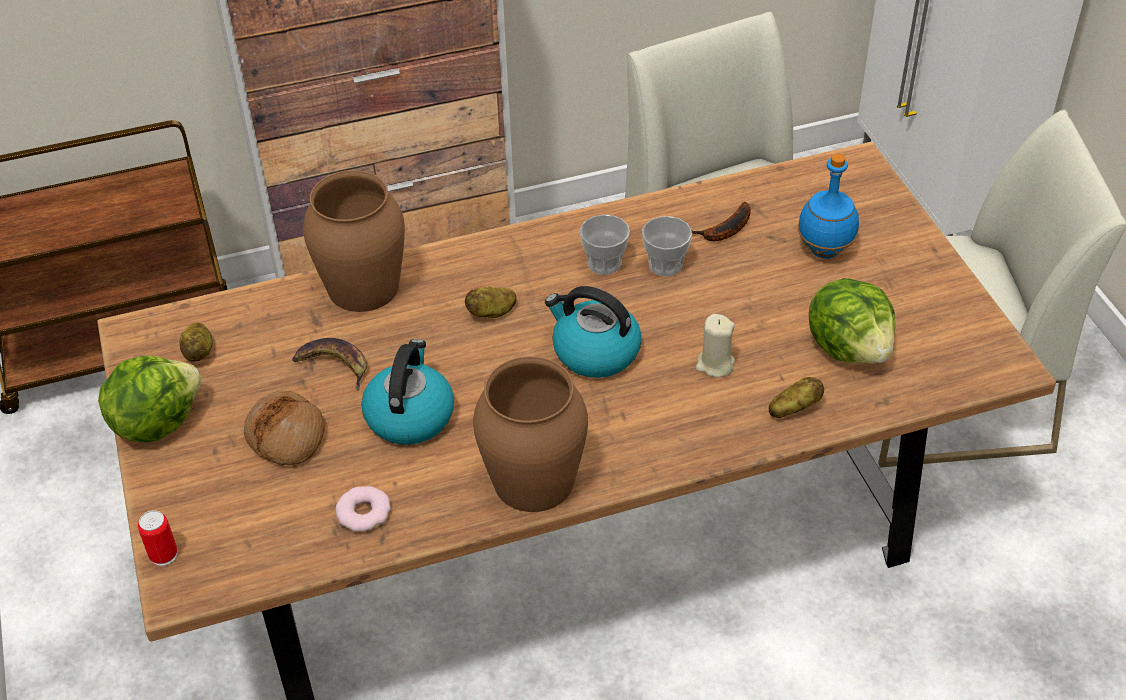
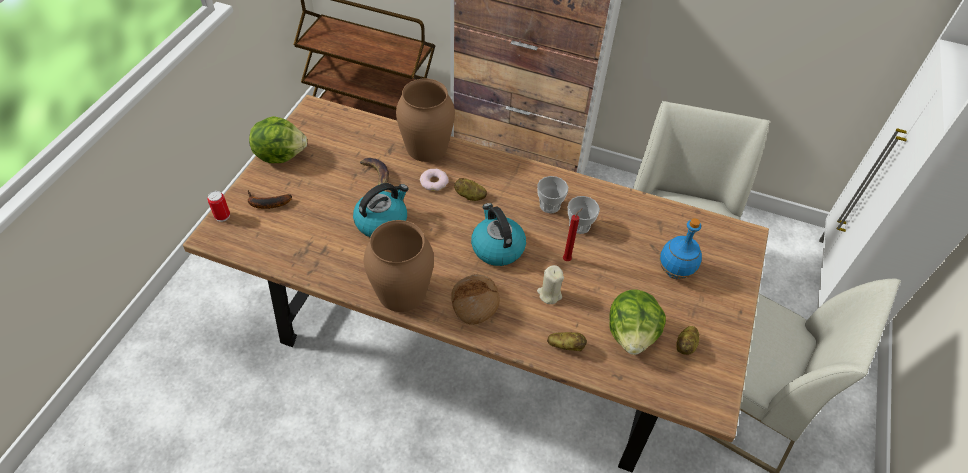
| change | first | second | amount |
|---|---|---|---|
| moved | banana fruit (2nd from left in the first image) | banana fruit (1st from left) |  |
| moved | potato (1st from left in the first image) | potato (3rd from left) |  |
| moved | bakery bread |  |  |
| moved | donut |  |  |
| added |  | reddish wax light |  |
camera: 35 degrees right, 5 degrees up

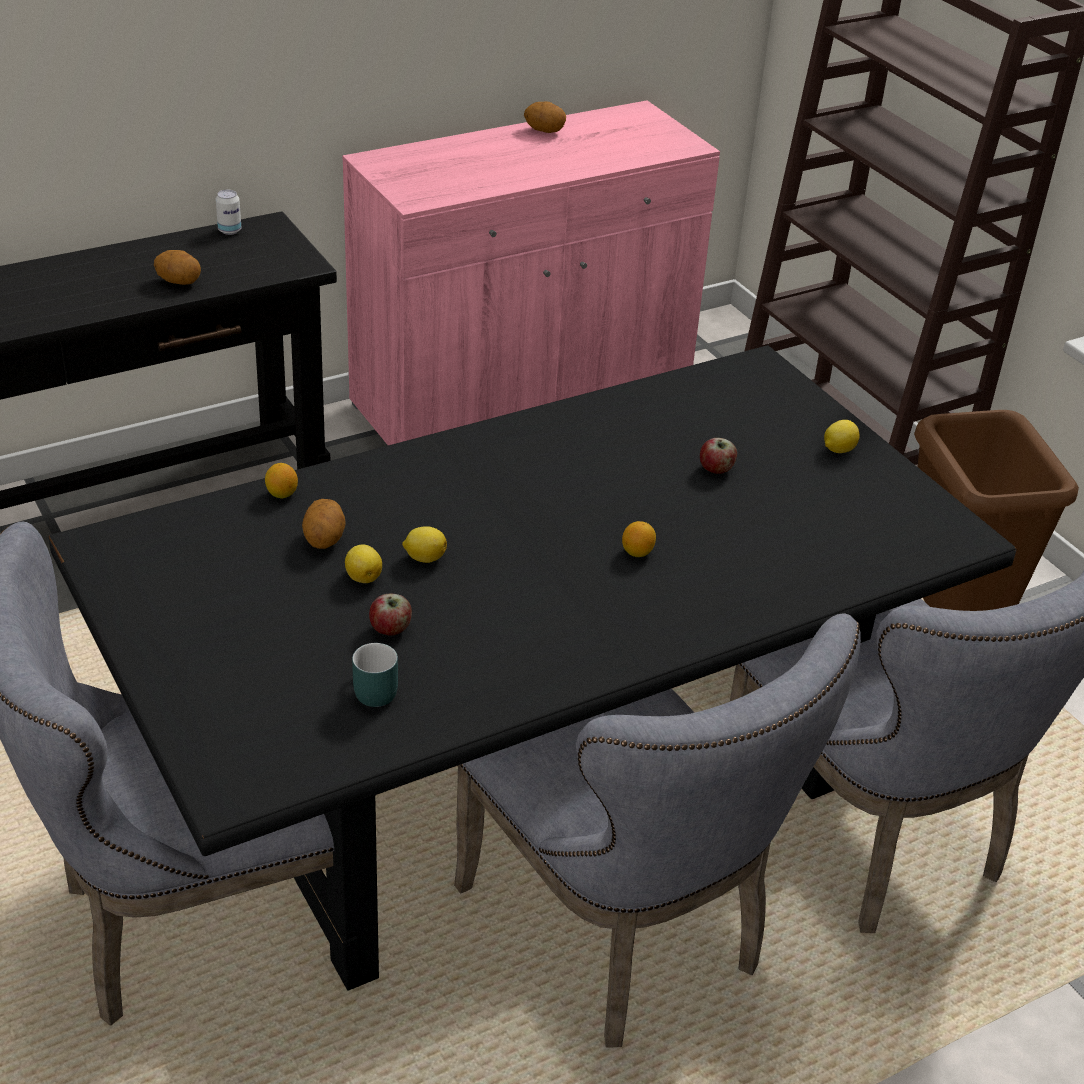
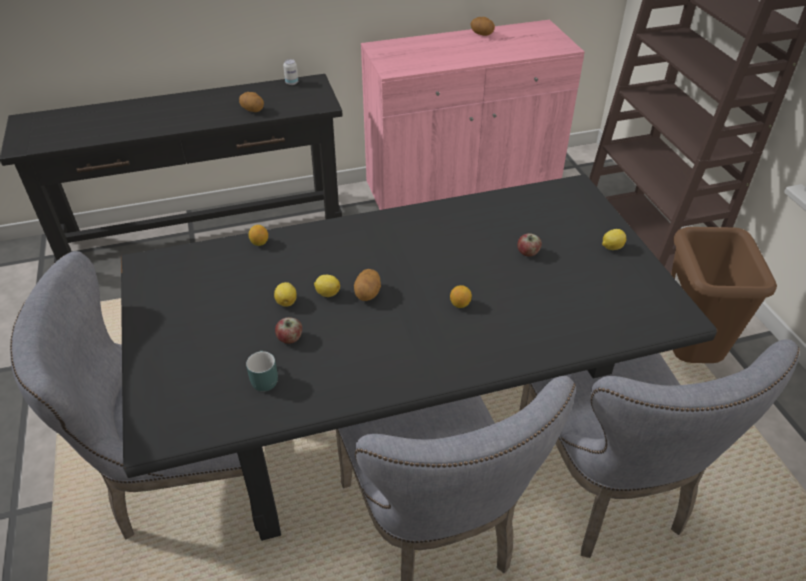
| change | first | second | amount |
|---|---|---|---|
| moved | potato (2nd from left) |  |  |
camera: 15 degrees right, 5 degrees up

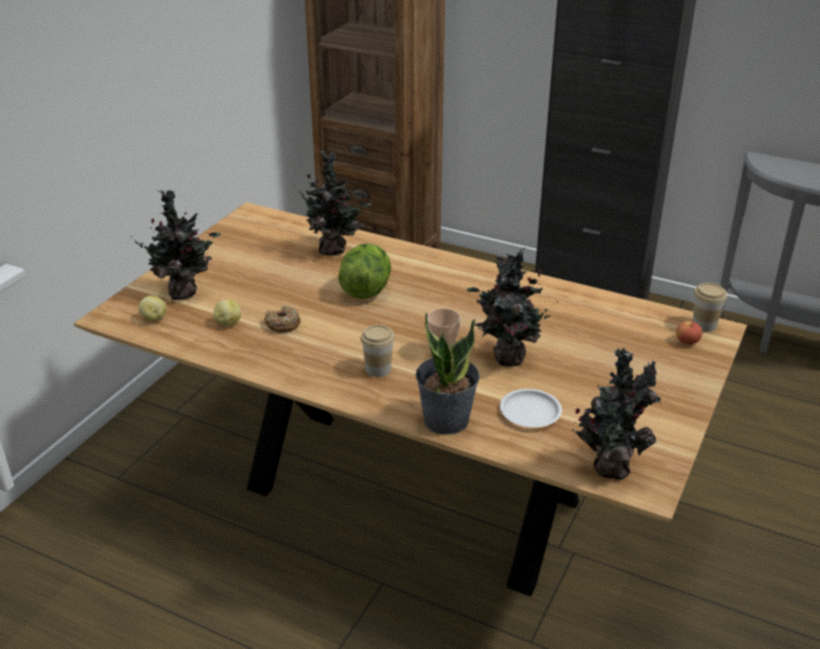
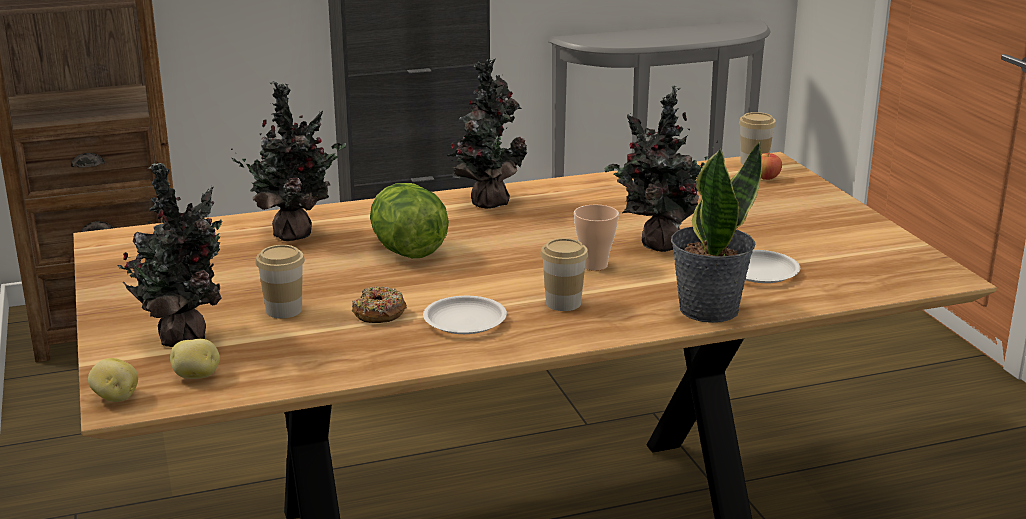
| change | first | second | amount |
|---|---|---|---|
| moved | potato (2nd from left in the first image) | potato (1st from left) |  |
| moved | houseplant (5th from left in the first image) | houseplant (3rd from left) |  |
| added |  | drinking cup (1st from left) |  |
| added |  | white-coloured plate (1st from left) |  |
camera: 45 degrees left, 10 degrees down

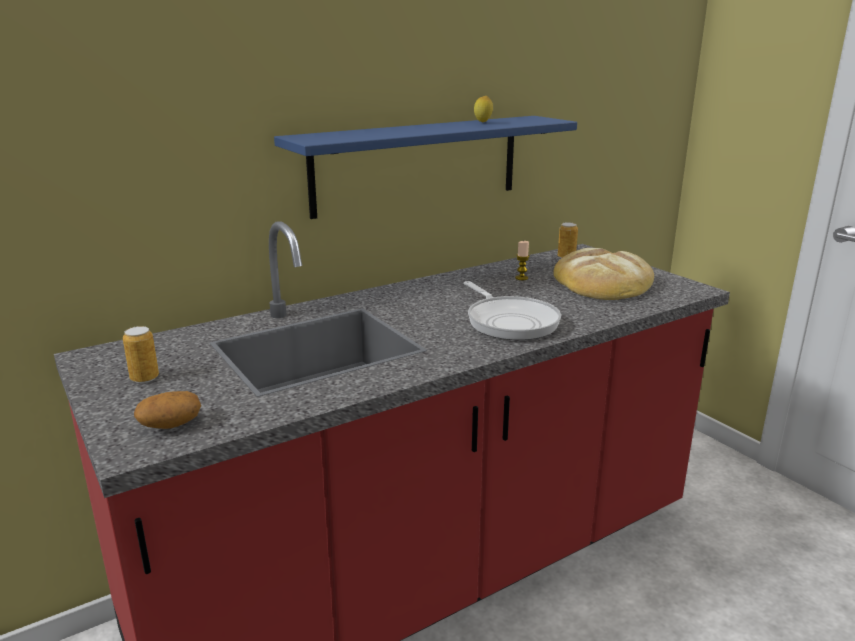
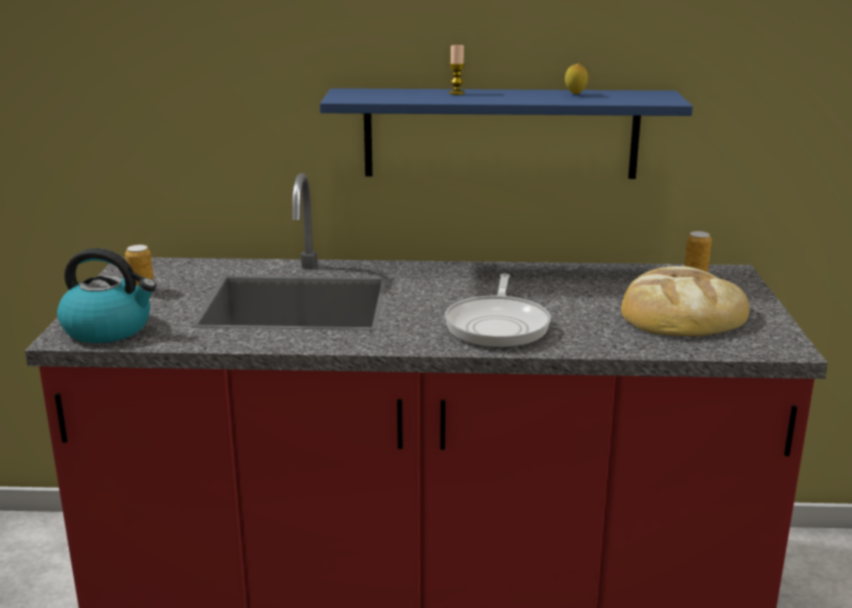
| change | first | second | amount |
|---|---|---|---|
| moved | wax light |  |  |
| replaced | potato | tea kettle |  |
camera: 35 degrees right, 0 degrees up

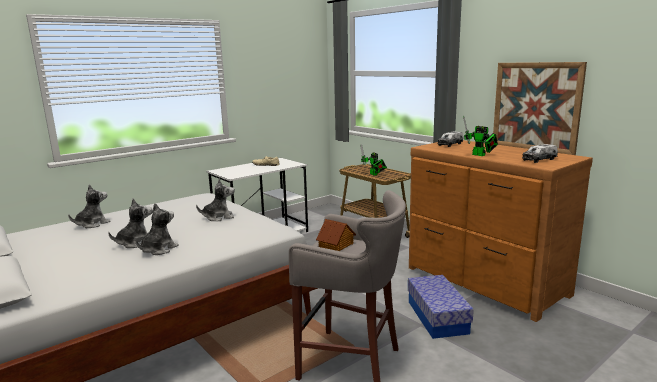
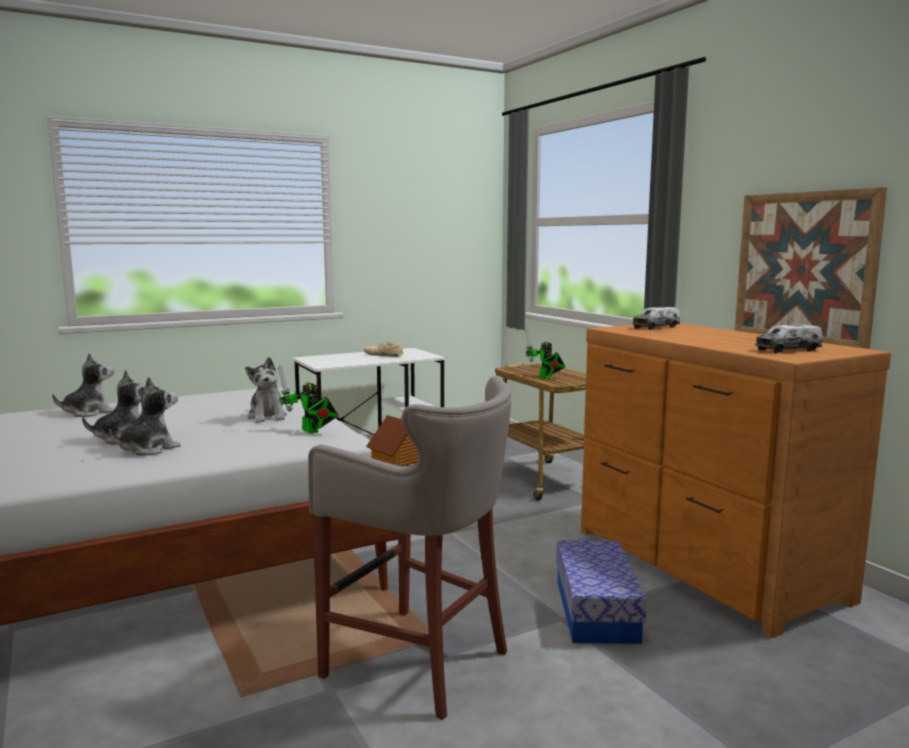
| change | first | second | amount |
|---|---|---|---|
| moved | toy robot (2nd from left in the first image) | toy robot (1st from left) |  |
| turned | plush toy (4th from left) |  | 75 degrees clockwise |
camera: 10 degrees right, 5 degrees down

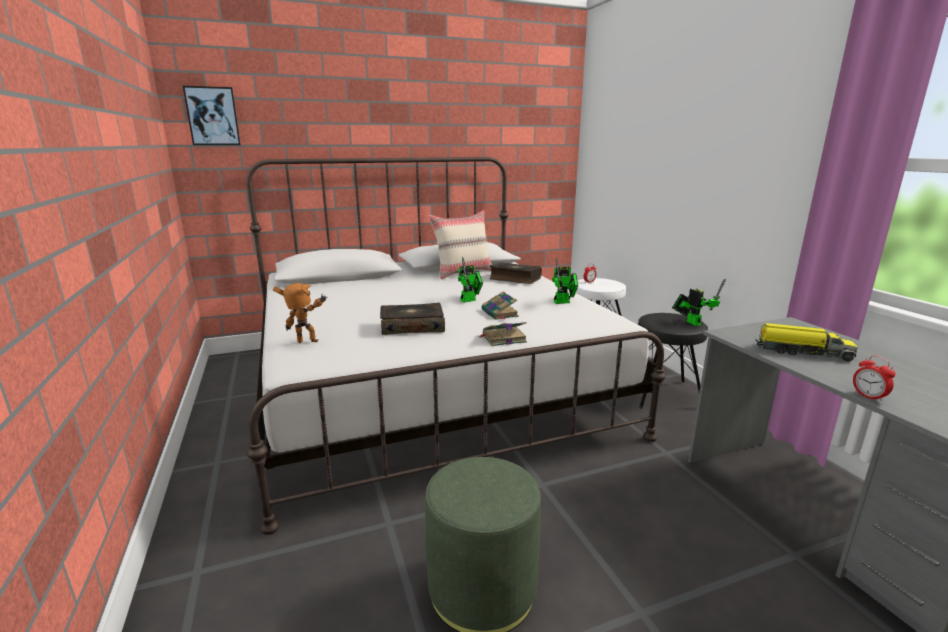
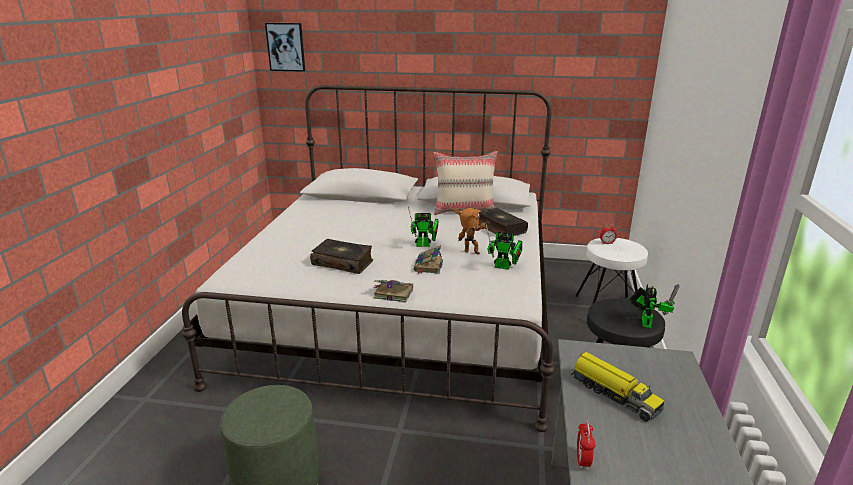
| change | first | second | amount |
|---|---|---|---|
| moved | toy robot (1st from left in the first image) | toy robot (2nd from left) |  |
camera: 30 degrees right, 5 degrees up

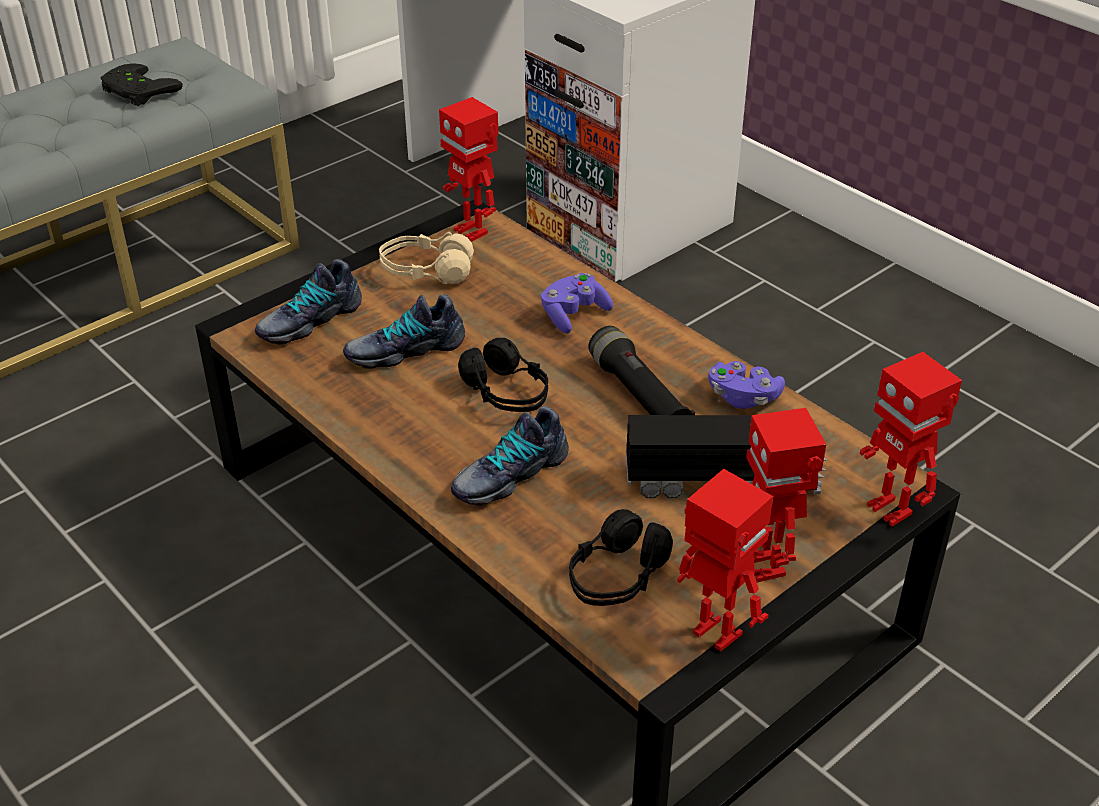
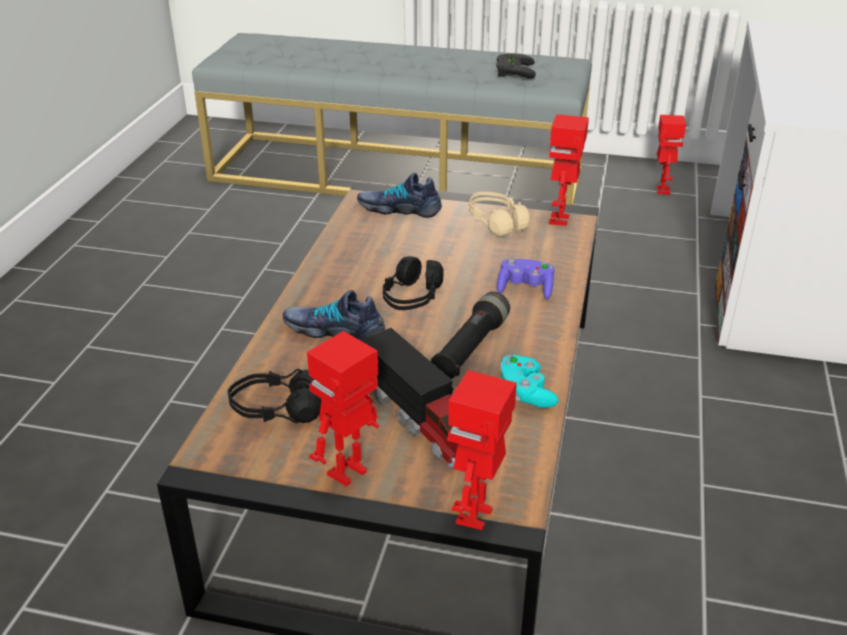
| change | first | second | amount |
|---|---|---|---|
| removed | shoe (2nd from left) |  |  |
| recoloured | purple-coloured gamepad (2nd from left) | turquoise gamepad |  |
| moved | toy robot (2nd from left in the first image) | toy robot (4th from left) |  |
camera: 55 degrees right, 5 degrees down

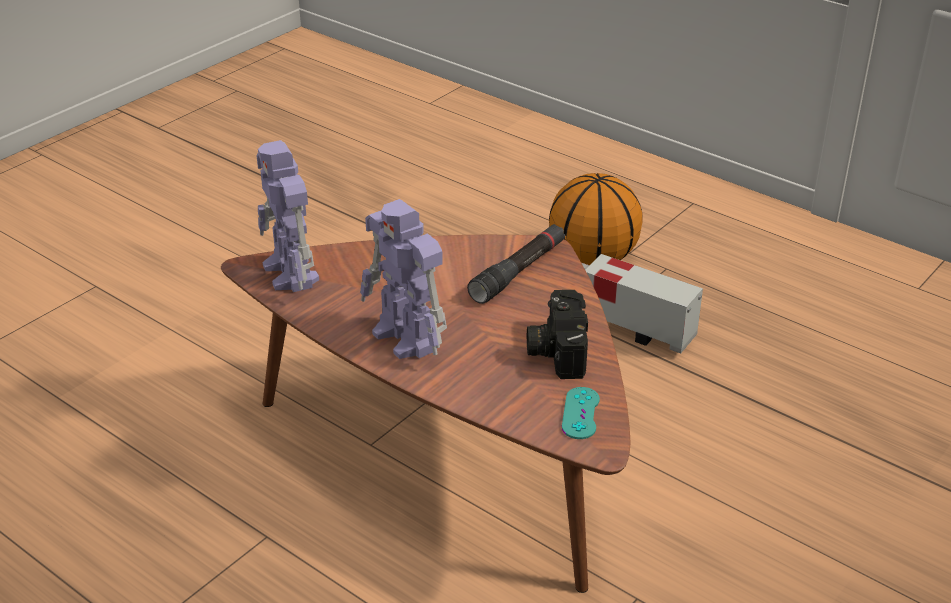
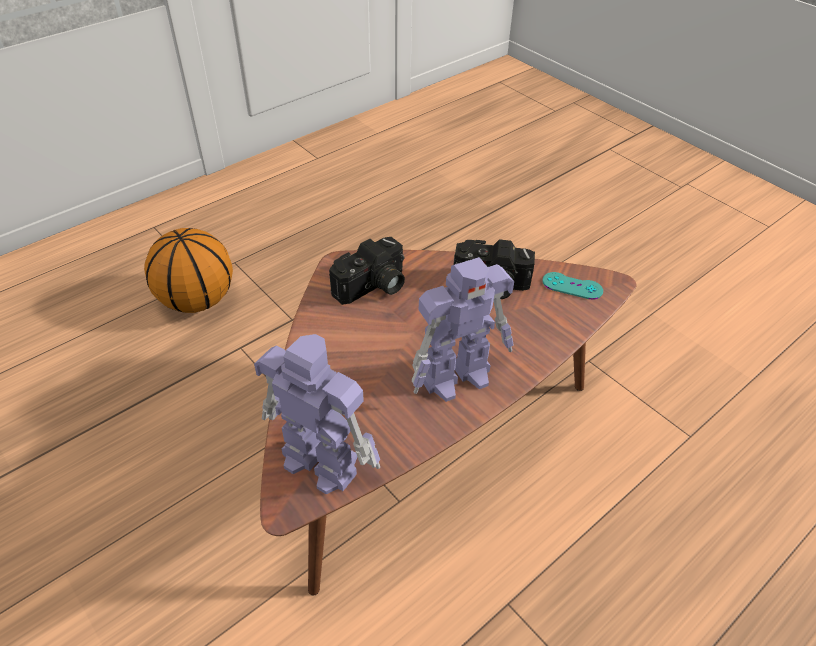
| change | first | second | amount |
|---|---|---|---|
| turned | toy robot (1st from left) |  | 135 degrees counterclockwise |
| replaced | black-coloured torch | still camera (1st from left) |  |
| removed | model truck |  |  |
camera: 80 degrees left, 10 degrees up

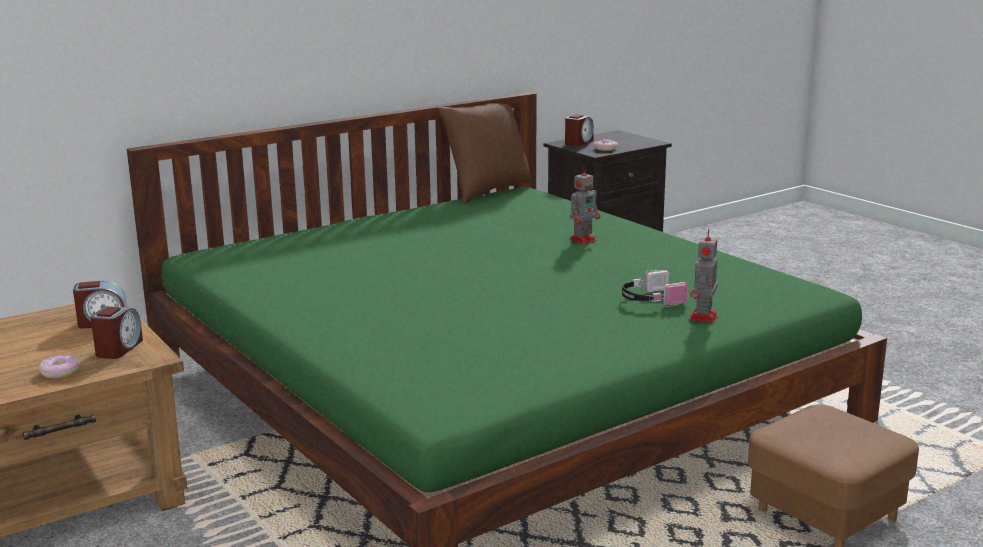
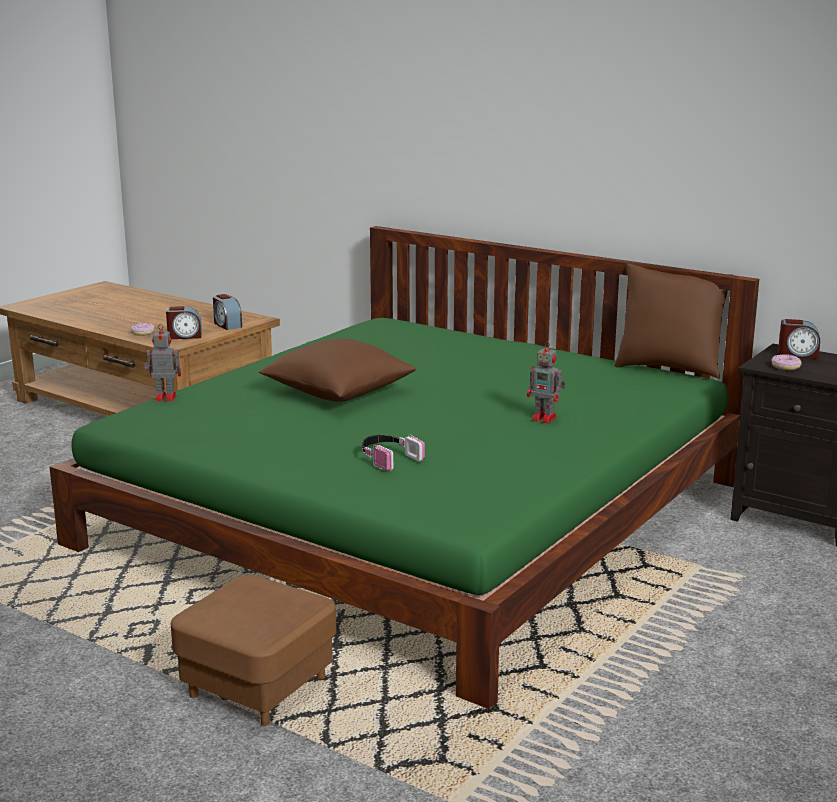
| change | first | second | amount |
|---|---|---|---|
| moved | toy robot (2nd from left in the first image) | toy robot (1st from left) |  |
| added |  | brown cushion (1st from left) |  |
camera: 70 degrees right, 0 degrees up

